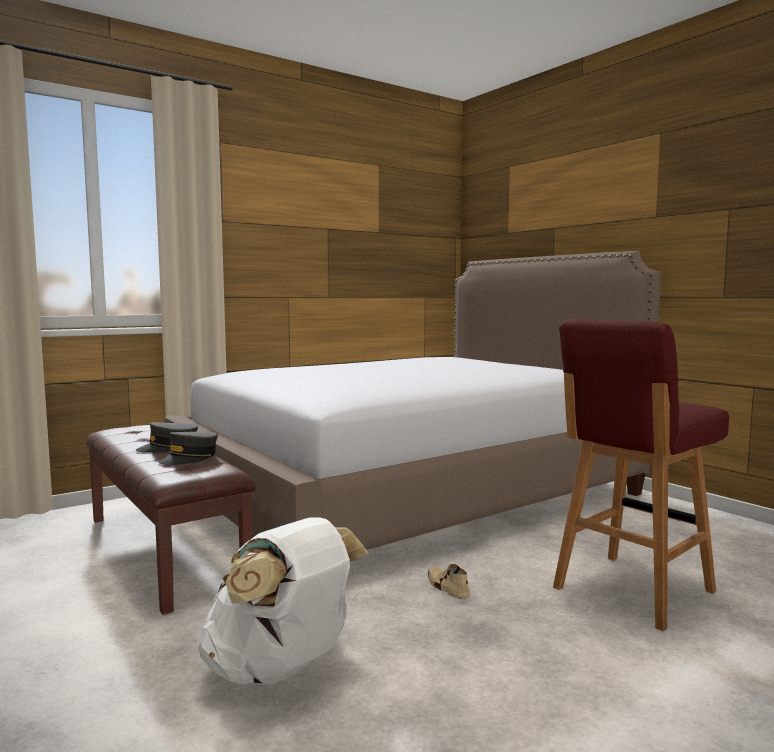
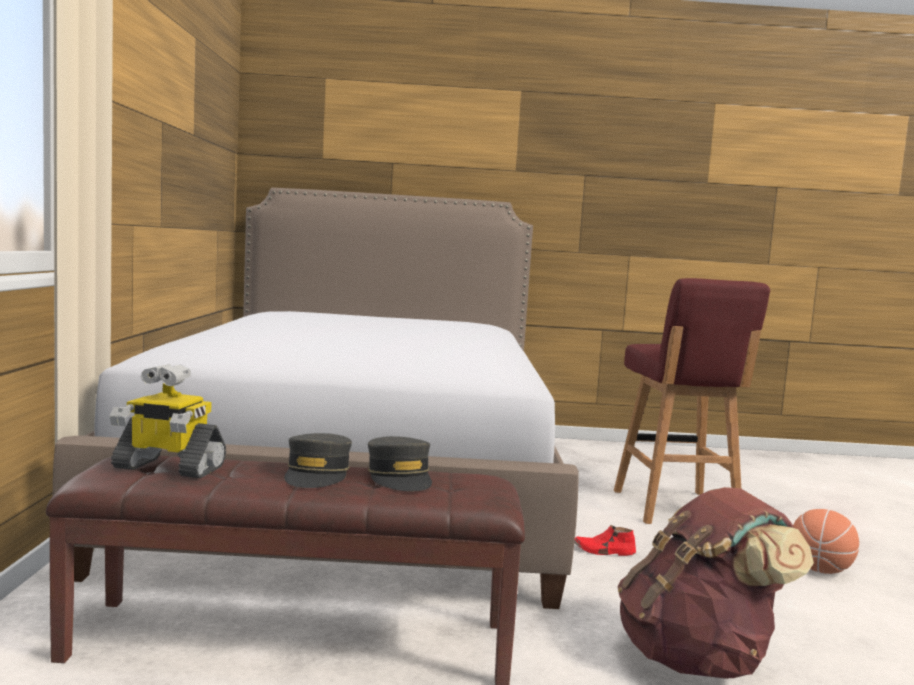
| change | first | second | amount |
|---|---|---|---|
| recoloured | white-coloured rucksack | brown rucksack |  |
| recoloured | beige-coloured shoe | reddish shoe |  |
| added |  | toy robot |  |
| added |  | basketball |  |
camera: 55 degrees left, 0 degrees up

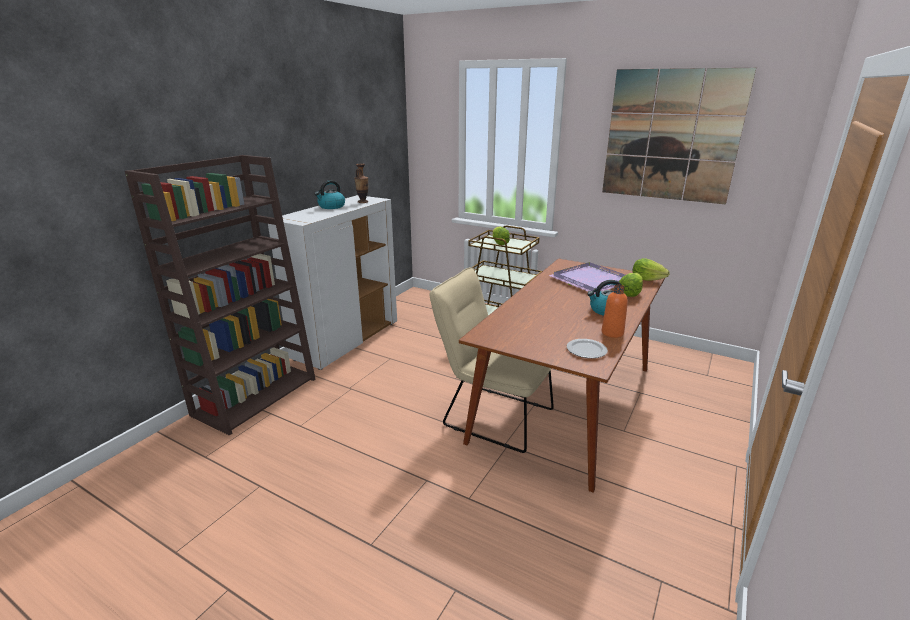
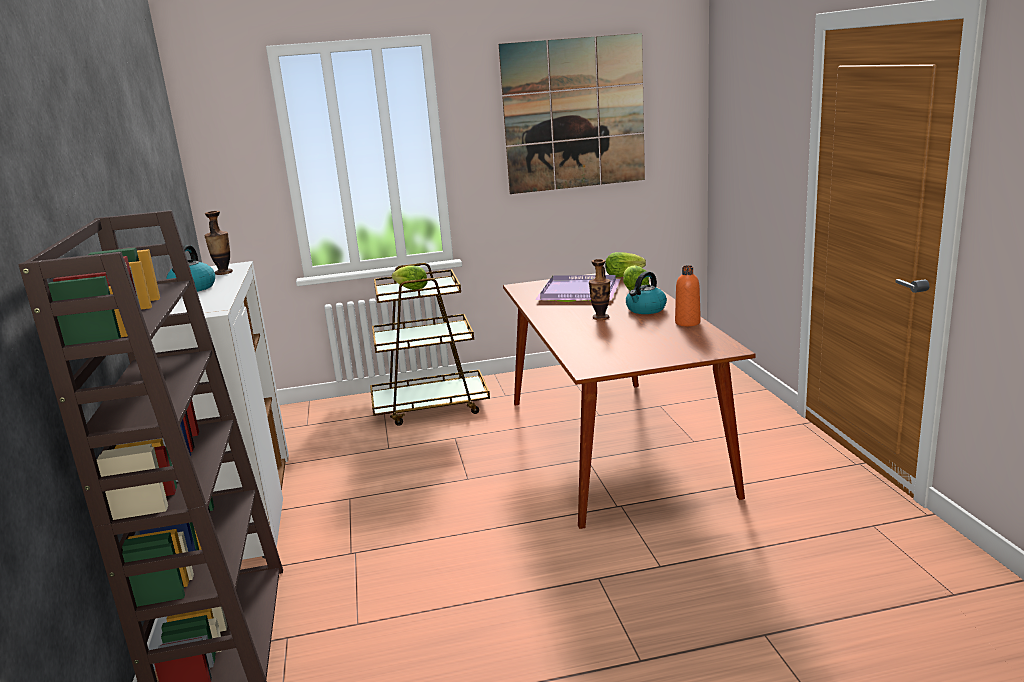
| change | first | second | amount |
|---|---|---|---|
| removed | beige-coloured chair |  |  |
| removed | plate |  |  |
| added |  | flower vase (2nd from left) |  |
camera: 40 degrees left, 5 degrees down

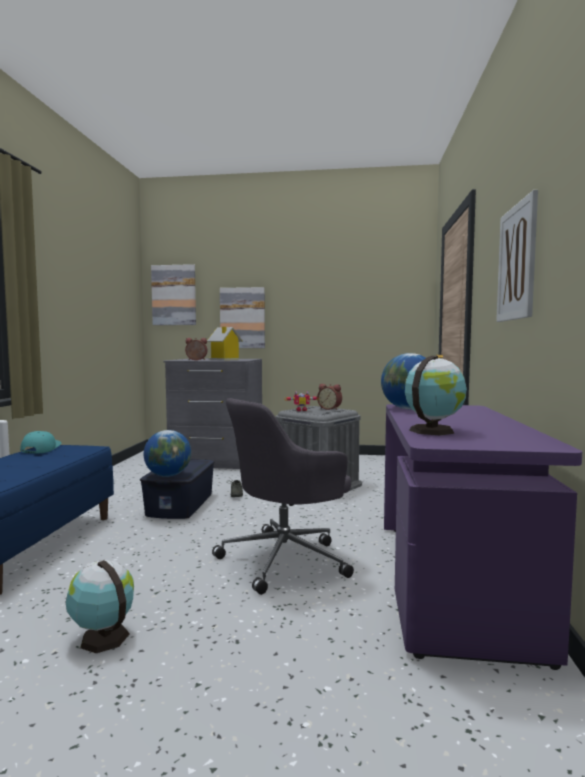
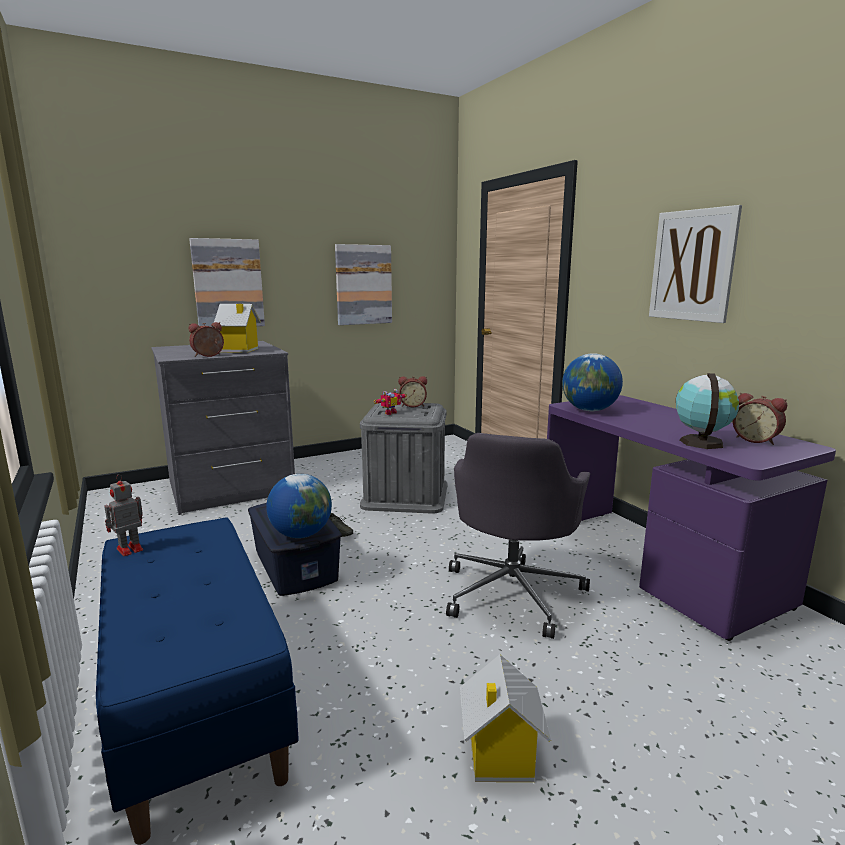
| change | first | second | amount |
|---|---|---|---|
| moved | wall art (1st from left in the first image) | wall art (2nd from left) |  |
| replaced | turquoise baseball cap | toy robot (1st from left) |  |
| replaced | globe (1st from left) | miniature house (2nd from left) |  |
| added |  | table clock (3rd from left) |  |
camera: 35 degrees left, 10 degrees up

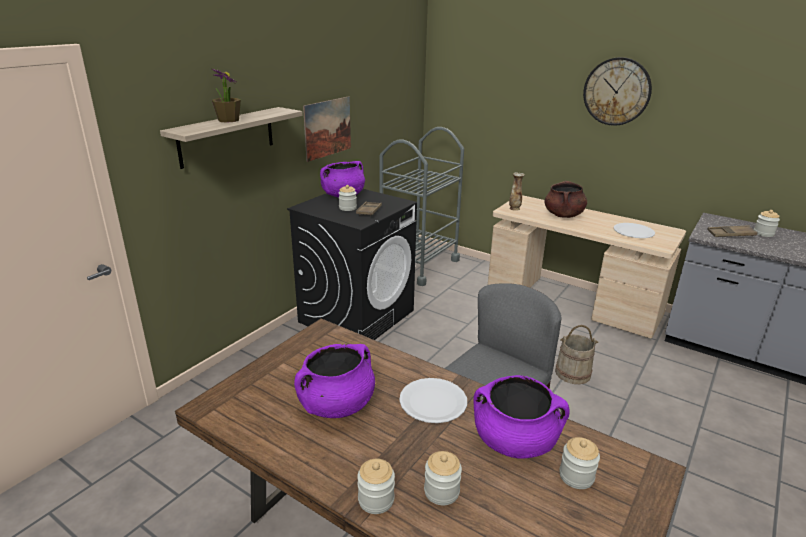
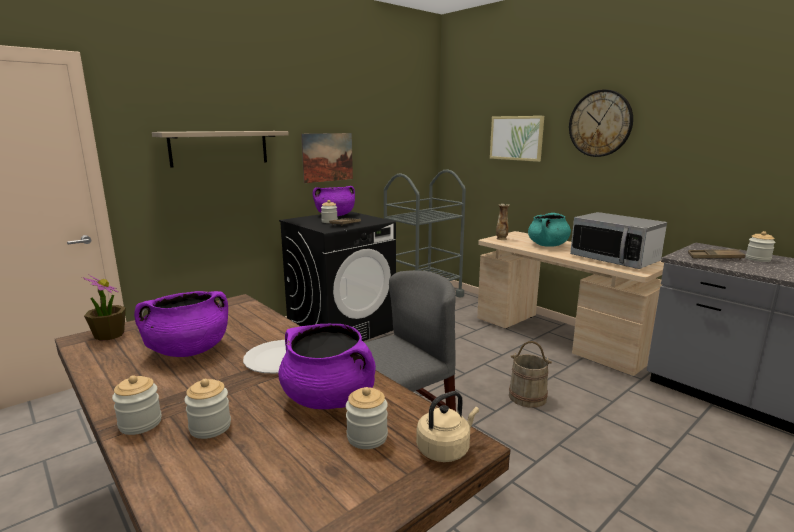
| change | first | second | amount |
|---|---|---|---|
| moved | houseplant |  |  |
| recoloured | brown cooking pot | turquoise cooking pot |  |
| replaced | white-coloured plate (2nd from left) | kitchen microwave |  |
| added |  | wall art (2nd from left) |  |
| added |  | beige-coloured tea kettle |  |
camera: 15 degrees right, 10 degrees down

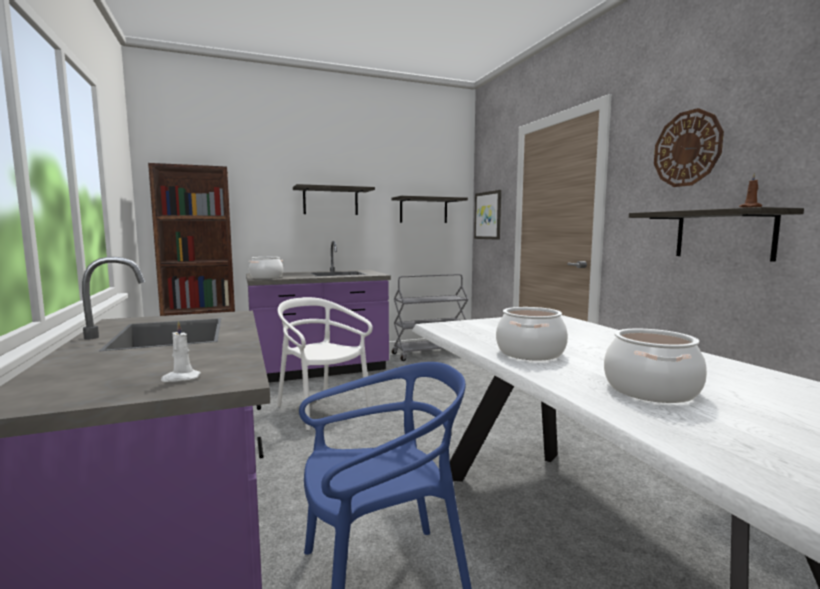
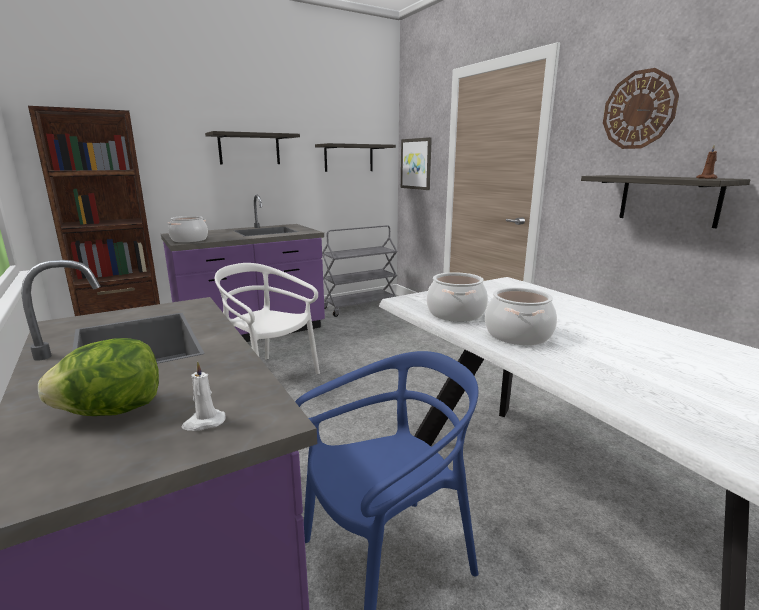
| change | first | second | amount |
|---|---|---|---|
| moved | cooking pot (3rd from left in the first image) | cooking pot (2nd from left) |  |
| added |  | head of lettuce |  |
camera: 10 degrees left, 10 degrees up

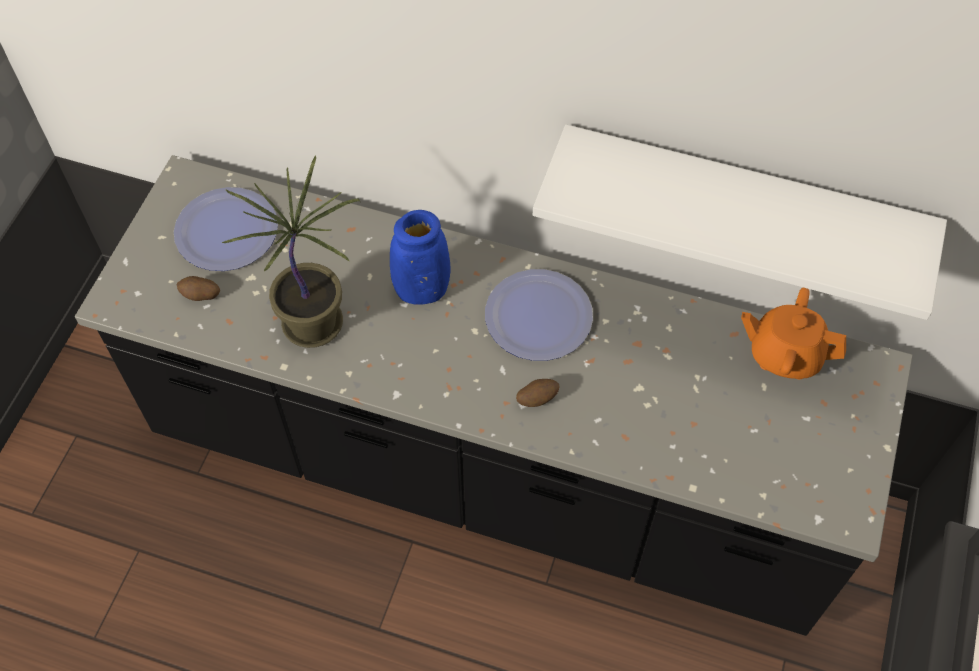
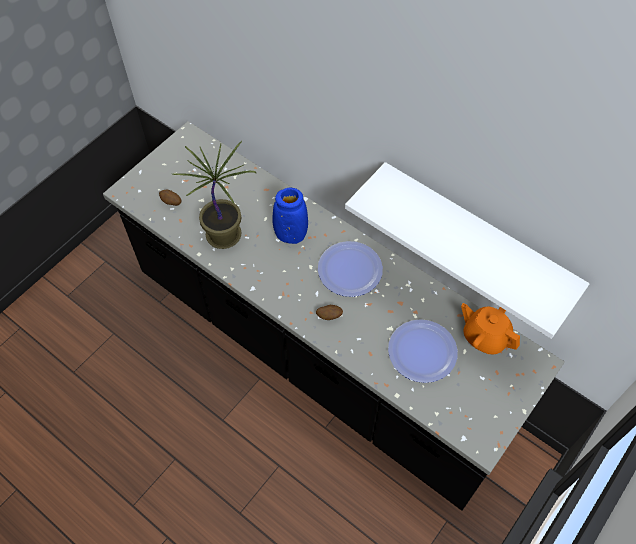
| change | first | second | amount |
|---|---|---|---|
| moved | plate (1st from left in the first image) | plate (2nd from left) |  |
camera: 20 degrees right, 0 degrees up

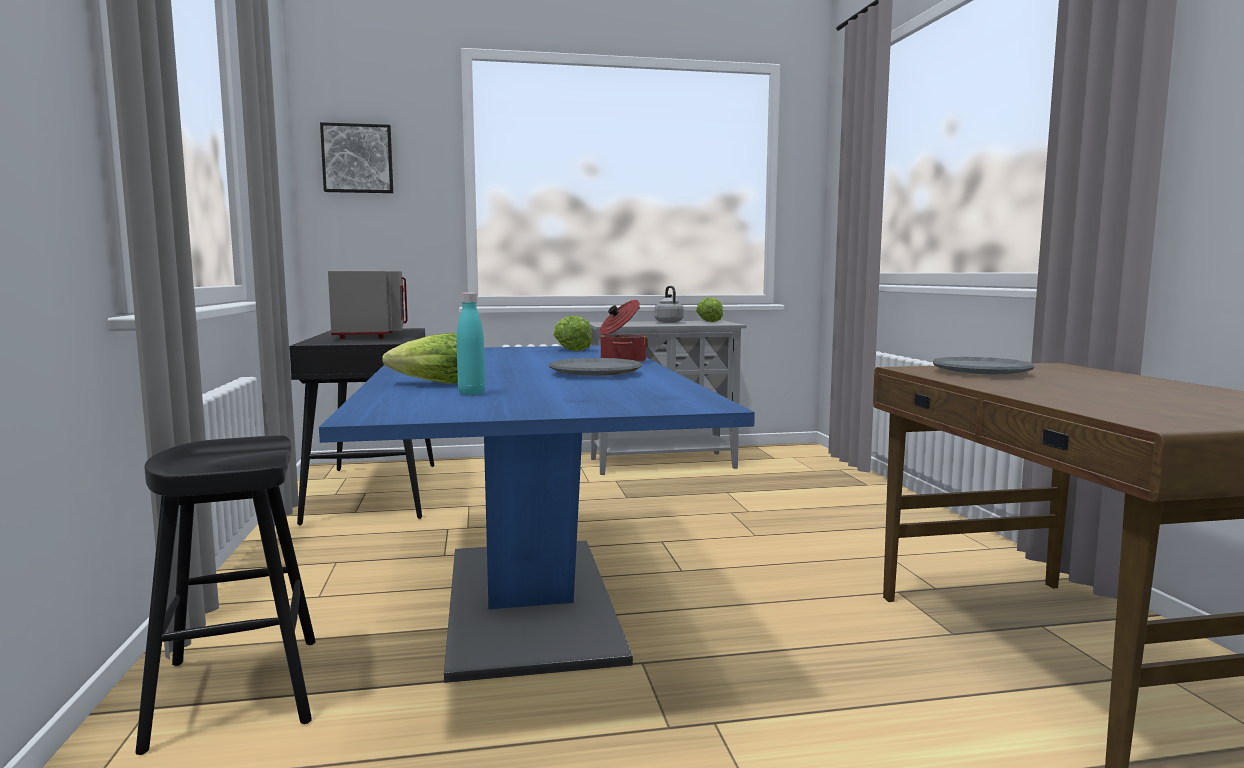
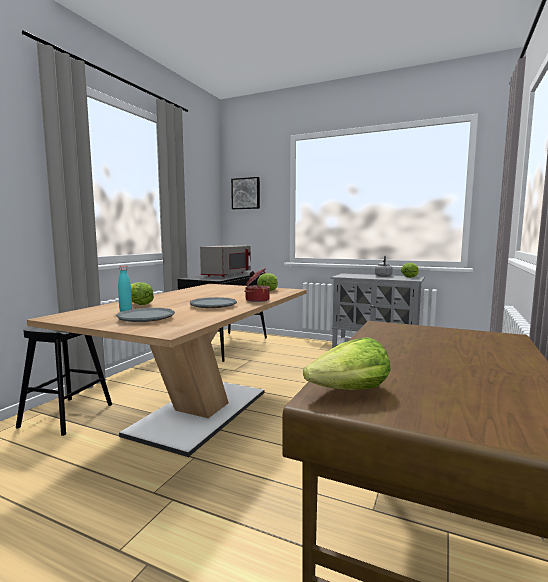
| change | first | second | amount |
|---|---|---|---|
| recoloured | blue kitchen table | brown kitchen table |  |
| moved | gray plate (2nd from left in the first image) | gray plate (1st from left) |  |
| added |  | head of lettuce (3rd from left) |  |
camera: 35 degrees right, 0 degrees up

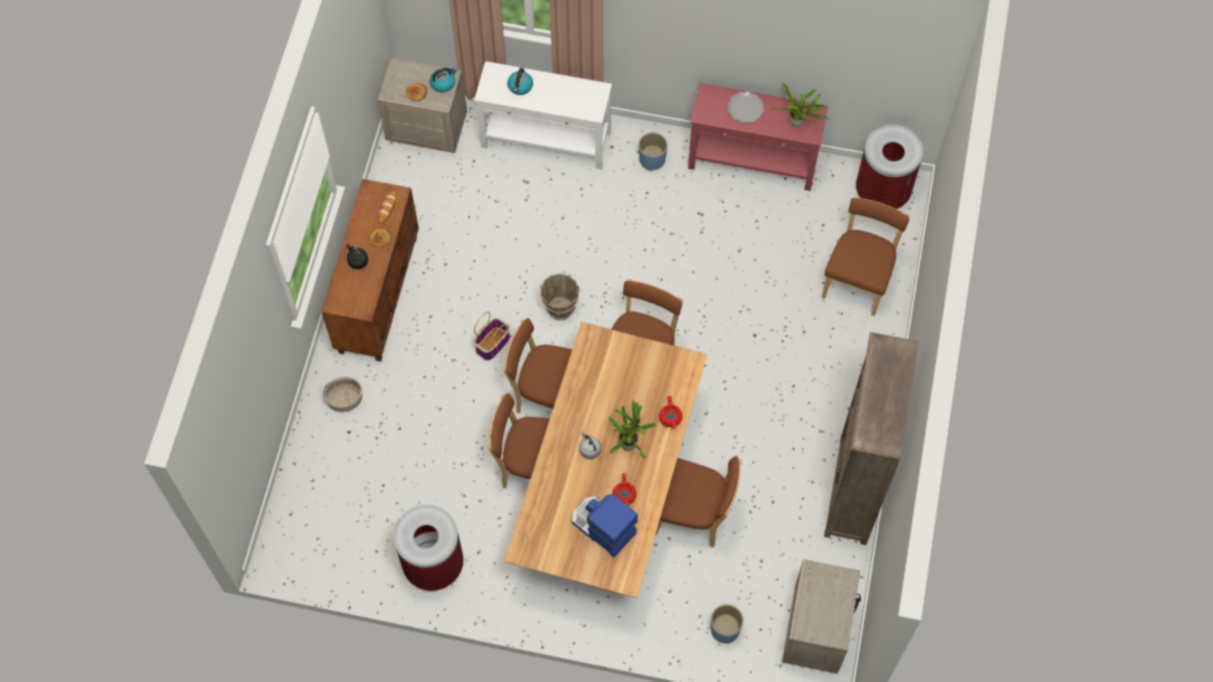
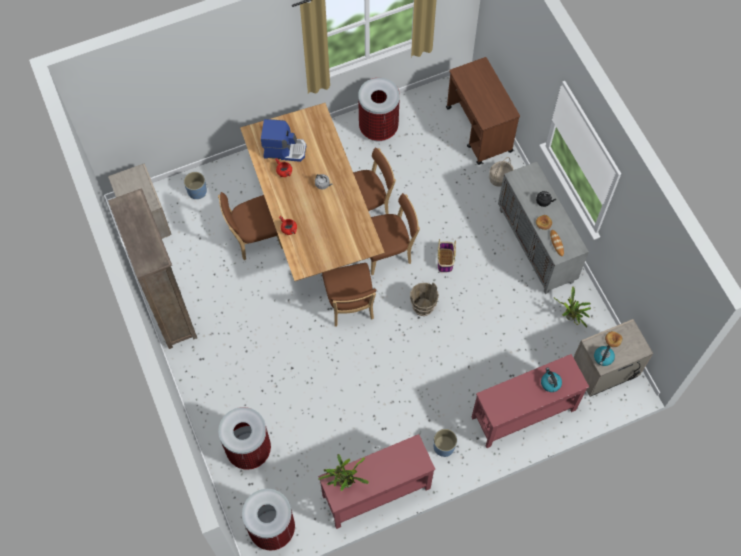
| change | first | second | amount |
|---|---|---|---|
| recoloured | white-coloured narrow table | reddish narrow table (2nd from left) |  |
| removed | plate |  |  |
| recoloured | brown cupboard | gray cupboard |  |
| replaced | brown chair (5th from left) | trash can (1st from left) |  |
| moved | houseplant (1st from left in the first image) | houseplant (2nd from left) |  |
| added |  | brown wheeled cart |  |
camera: 145 degrees right, 0 degrees up

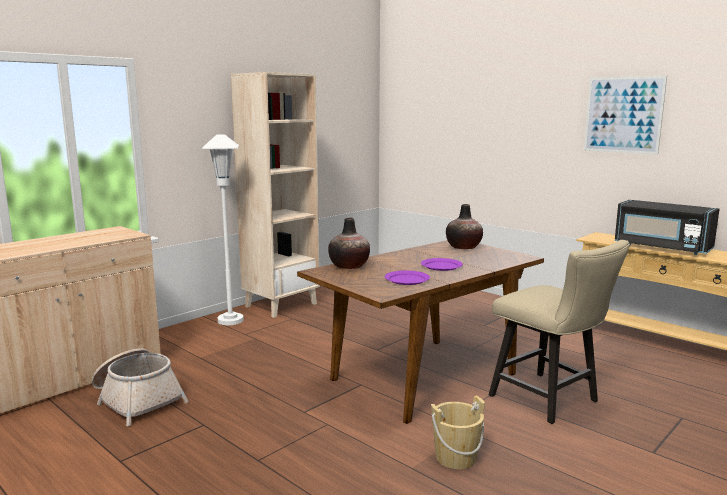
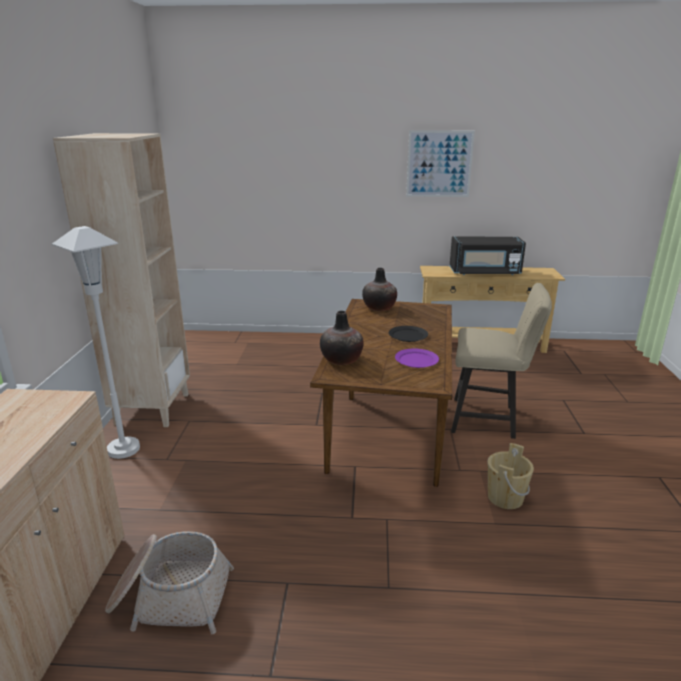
| change | first | second | amount |
|---|---|---|---|
| recoloured | purple-coloured plate (2nd from left) | black-coloured plate |  |
camera: 40 degrees left, 10 degrees up

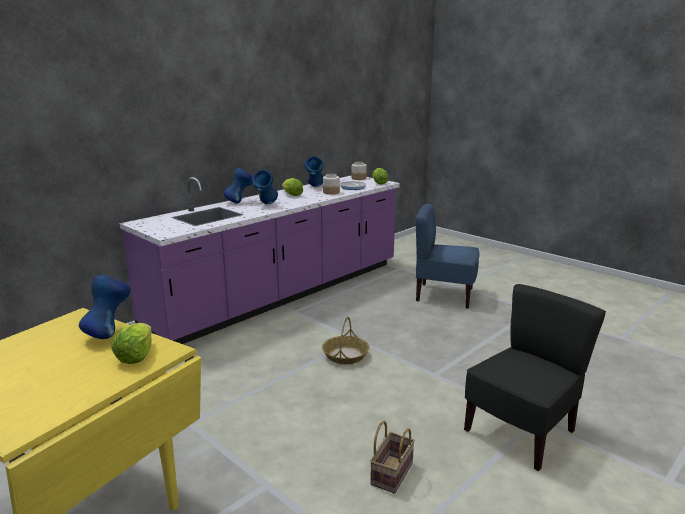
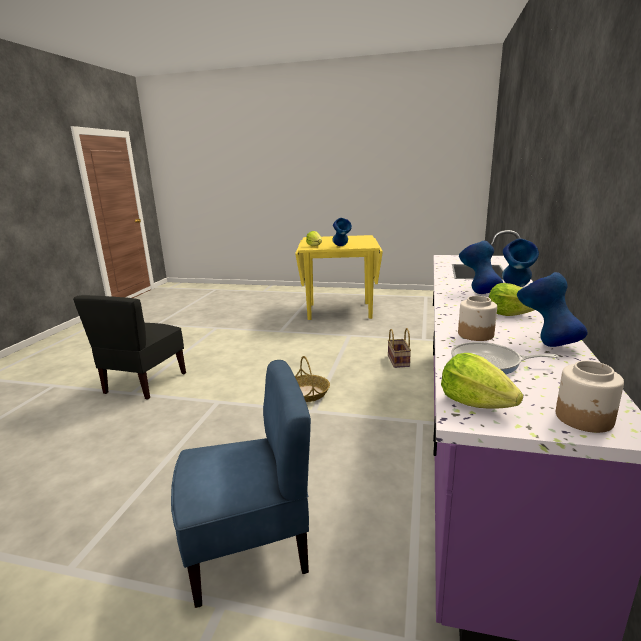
| change | first | second | amount |
|---|---|---|---|
| moved | storage basket (2nd from left) |  |  |
camera: 150 degrees right, 0 degrees up

